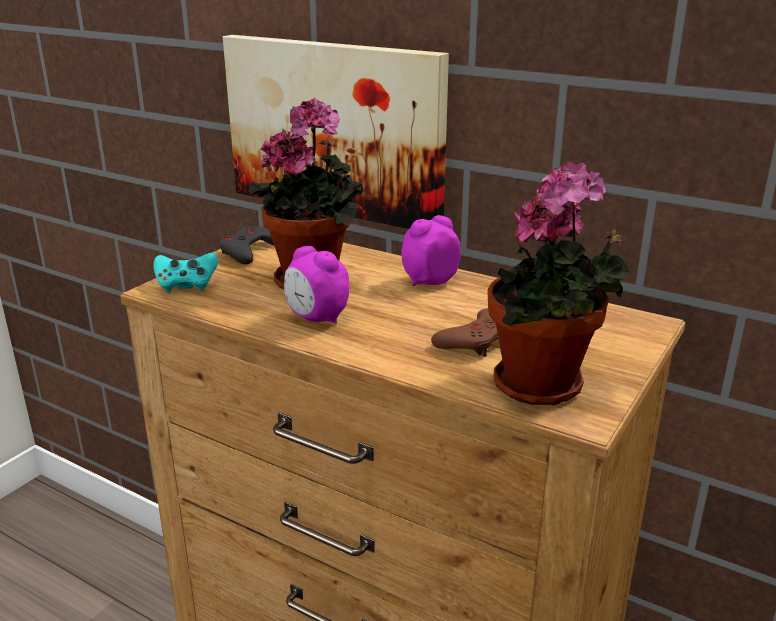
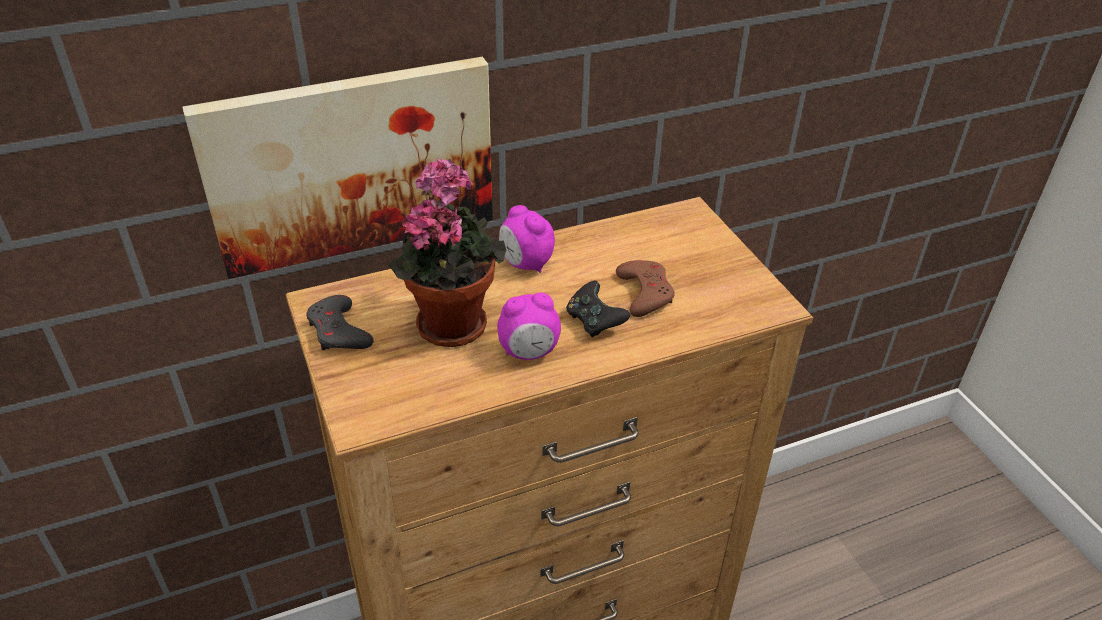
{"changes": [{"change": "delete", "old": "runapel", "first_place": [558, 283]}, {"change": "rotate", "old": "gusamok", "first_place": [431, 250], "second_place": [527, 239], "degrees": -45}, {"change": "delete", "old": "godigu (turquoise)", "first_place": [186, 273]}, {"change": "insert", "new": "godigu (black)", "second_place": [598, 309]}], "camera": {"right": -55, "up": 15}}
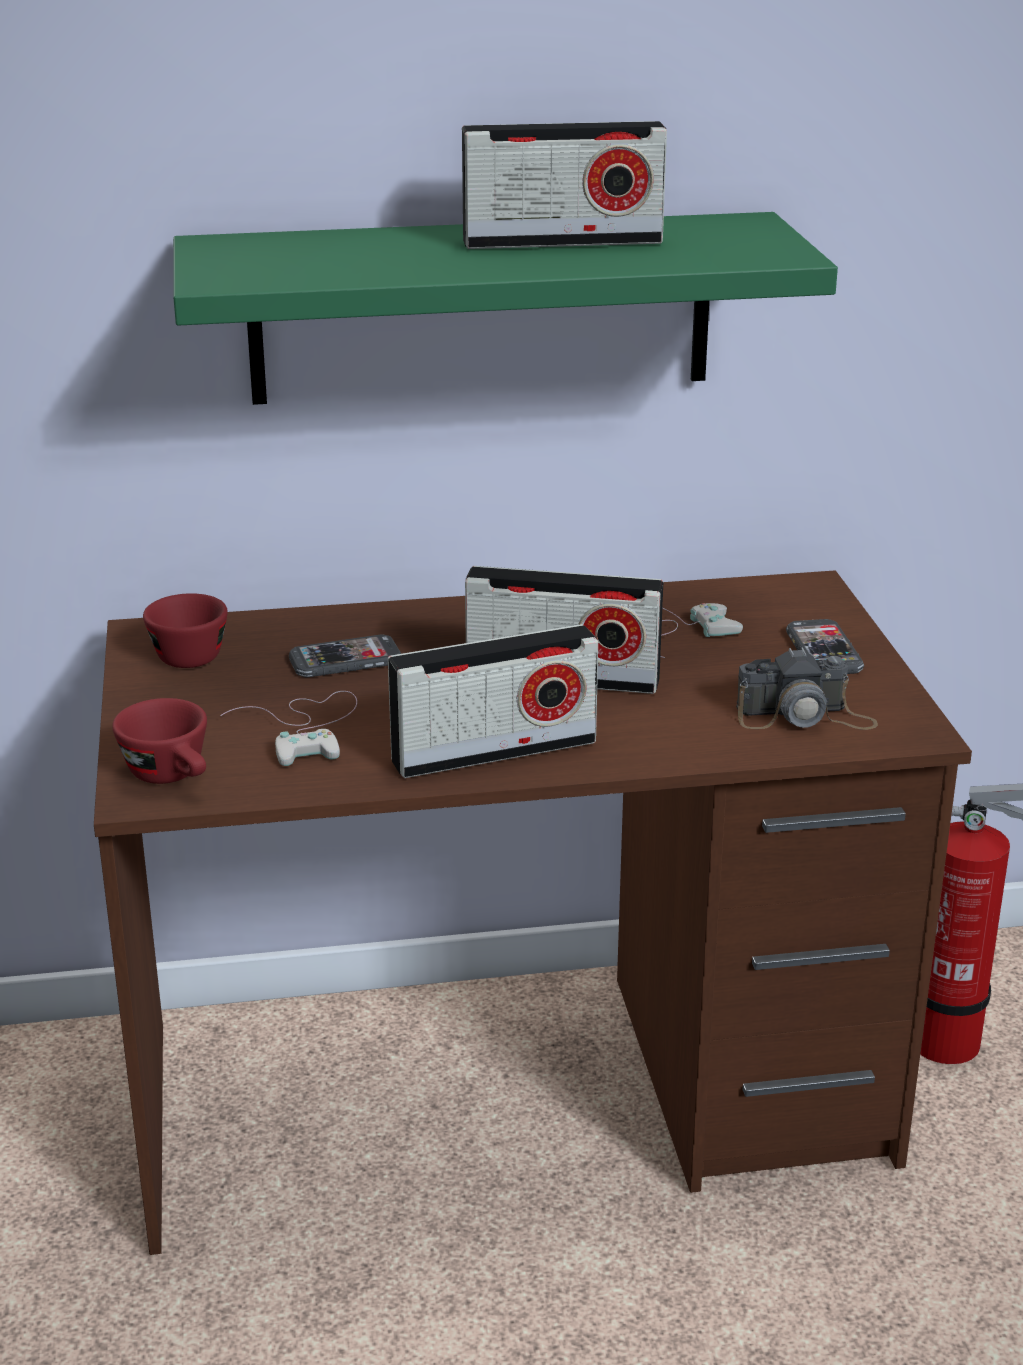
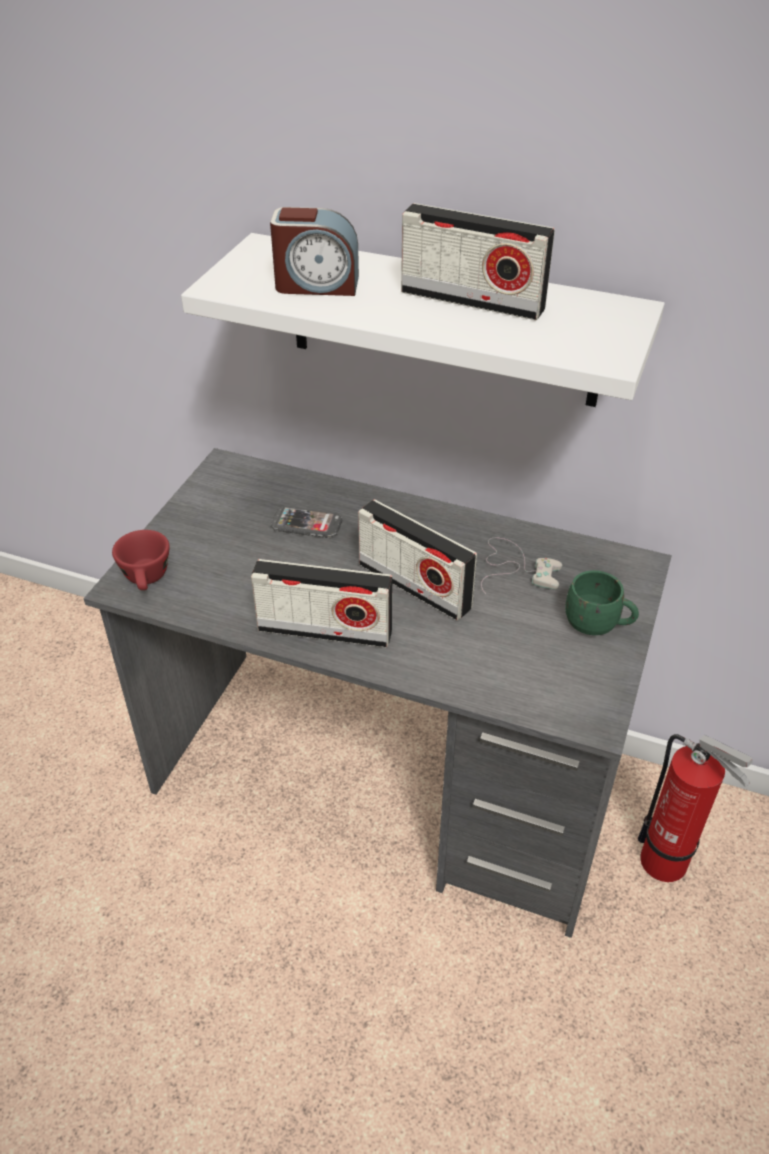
{"changes": [{"change": "recolor", "old": "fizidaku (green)", "new": "fizidaku (white)", "first_place": [505, 308], "second_place": [423, 320]}, {"change": "recolor", "old": "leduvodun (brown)", "new": "leduvodun (grey)", "first_place": [533, 912], "second_place": [378, 693]}, {"change": "delete", "old": "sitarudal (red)", "first_place": [185, 630]}, {"change": "replace", "old": "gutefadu", "new": "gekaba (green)", "first_place": [825, 646], "second_place": [602, 602]}, {"change": "delete", "old": "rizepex", "first_place": [807, 688]}, {"change": "delete", "old": "godigu (white)", "first_place": [288, 728]}, {"change": "insert", "new": "gusamok", "second_place": [314, 251]}], "camera": {"right": 30, "up": 15}}
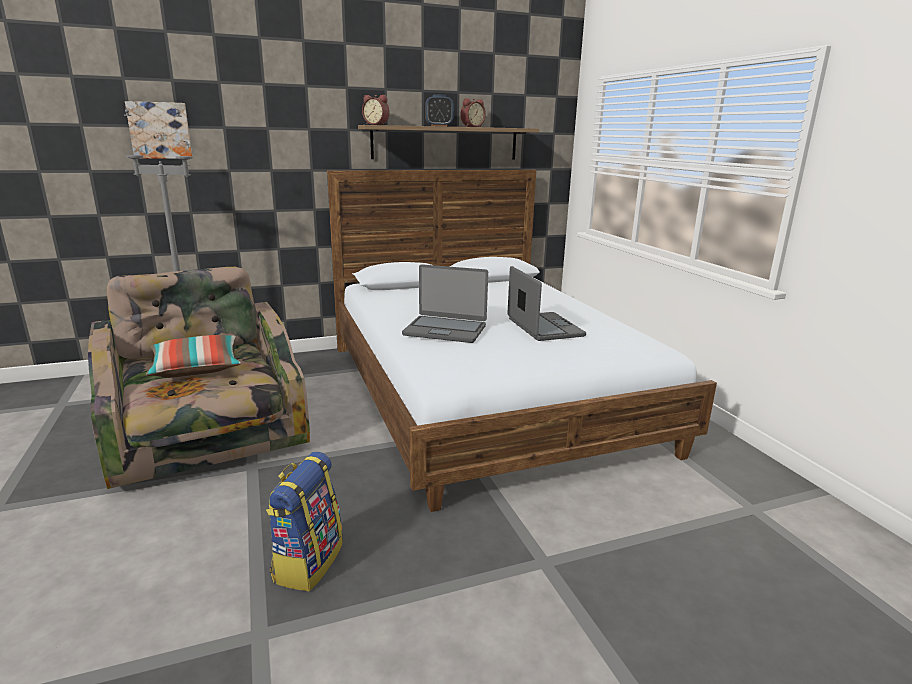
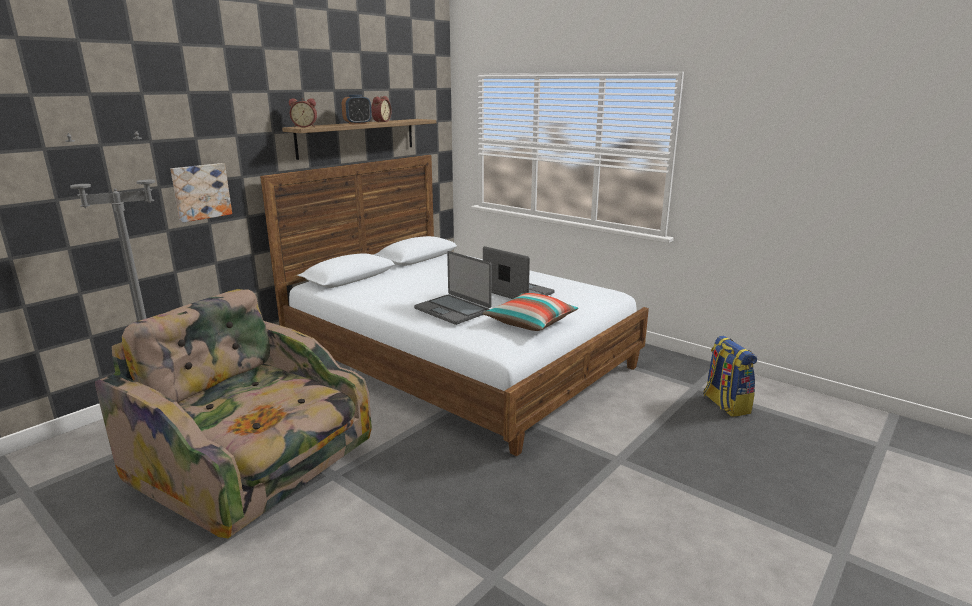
{"changes": [{"change": "move", "old": "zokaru", "first_place": [158, 130], "second_place": [201, 193]}, {"change": "rotate", "old": "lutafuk", "first_place": [445, 303], "second_place": [453, 288], "degrees": 60}, {"change": "move", "old": "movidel", "first_place": [193, 356], "second_place": [530, 312]}, {"change": "move", "old": "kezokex", "first_place": [304, 522], "second_place": [730, 376]}], "camera": {"right": -30, "up": 0}}
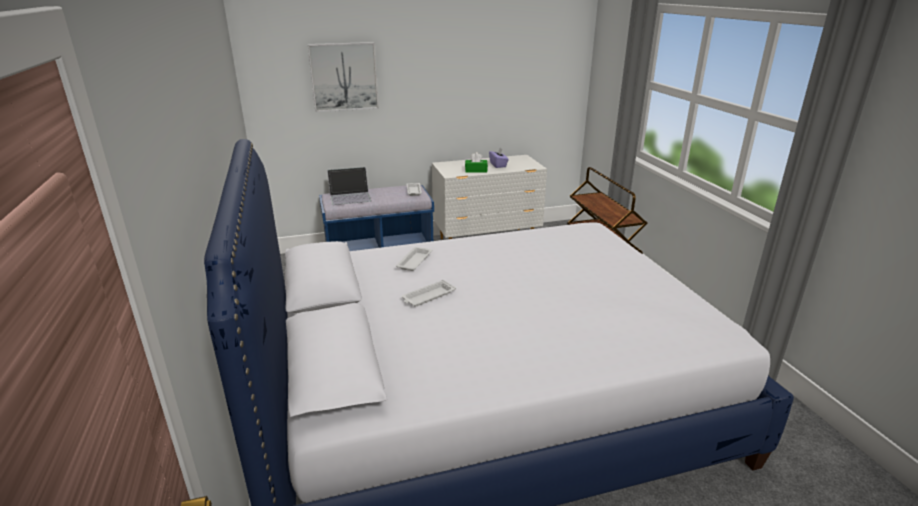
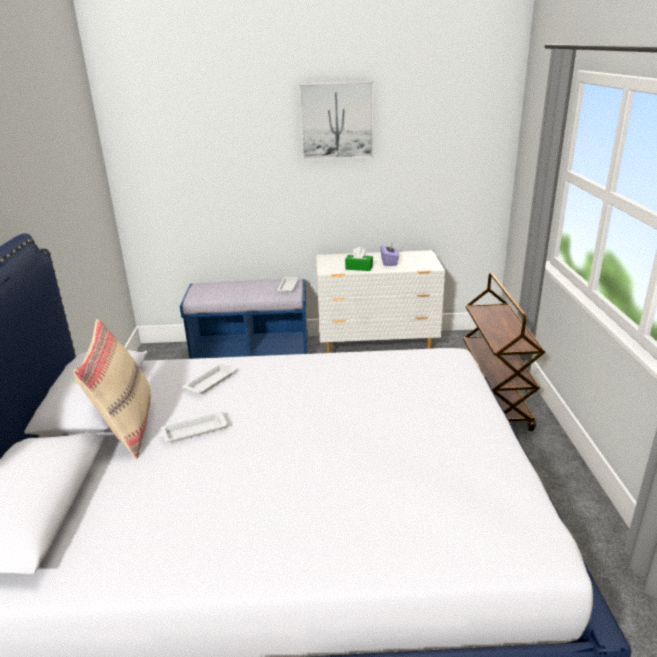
{"changes": [{"change": "move", "old": "zokaru", "first_place": [343, 77], "second_place": [336, 120]}, {"change": "delete", "old": "lutafuk", "first_place": [349, 186]}, {"change": "insert", "new": "movidel (beige)", "second_place": [112, 388]}], "camera": {"right": 15, "up": 0}}
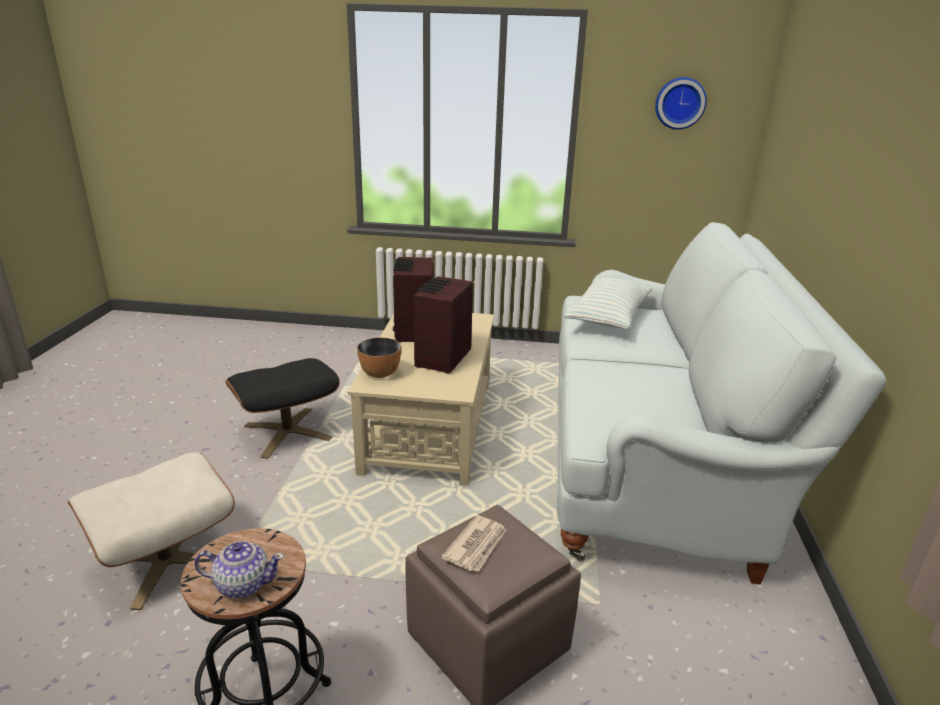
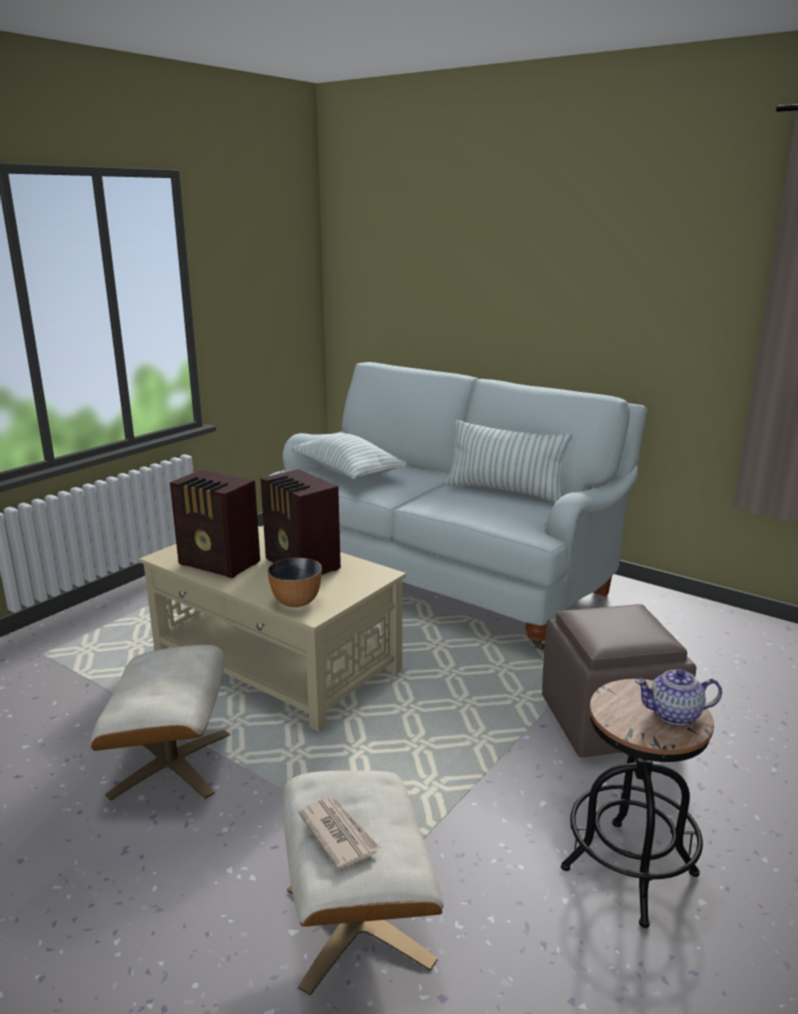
{"changes": [{"change": "delete", "old": "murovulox", "first_place": [681, 103]}, {"change": "recolor", "old": "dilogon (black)", "new": "dilogon (beige)", "first_place": [282, 408], "second_place": [160, 723]}, {"change": "move", "old": "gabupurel", "first_place": [473, 543], "second_place": [339, 833]}, {"change": "rotate", "old": "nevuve", "first_place": [239, 569], "second_place": [678, 697], "degrees": -120}, {"change": "insert", "new": "movidel", "second_place": [509, 461]}], "camera": {"right": -60, "up": -5}}
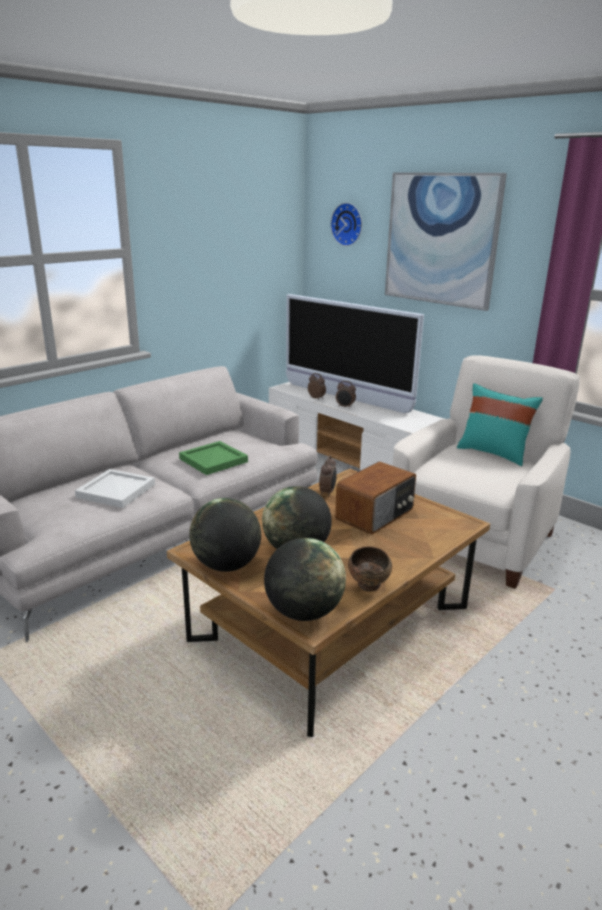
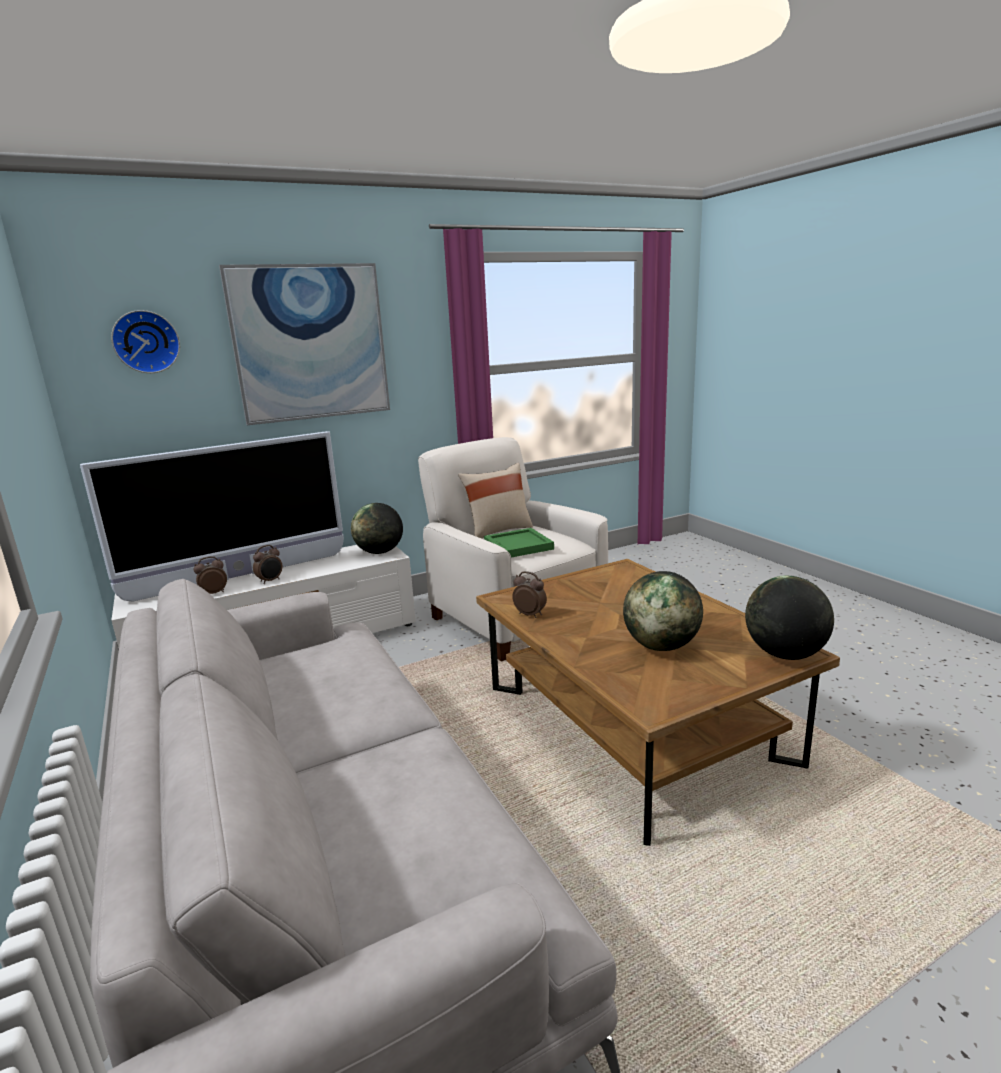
{"changes": [{"change": "recolor", "old": "movidel (turquoise)", "new": "movidel (beige)", "first_place": [500, 424], "second_place": [495, 501]}, {"change": "move", "old": "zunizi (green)", "first_place": [213, 458], "second_place": [519, 543]}, {"change": "delete", "old": "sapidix", "first_place": [375, 498]}, {"change": "delete", "old": "zunizi (white)", "first_place": [115, 488]}, {"change": "move", "old": "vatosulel", "first_place": [225, 535], "second_place": [377, 528]}, {"change": "delete", "old": "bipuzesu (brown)", "first_place": [370, 569]}], "camera": {"right": -70, "up": -5}}
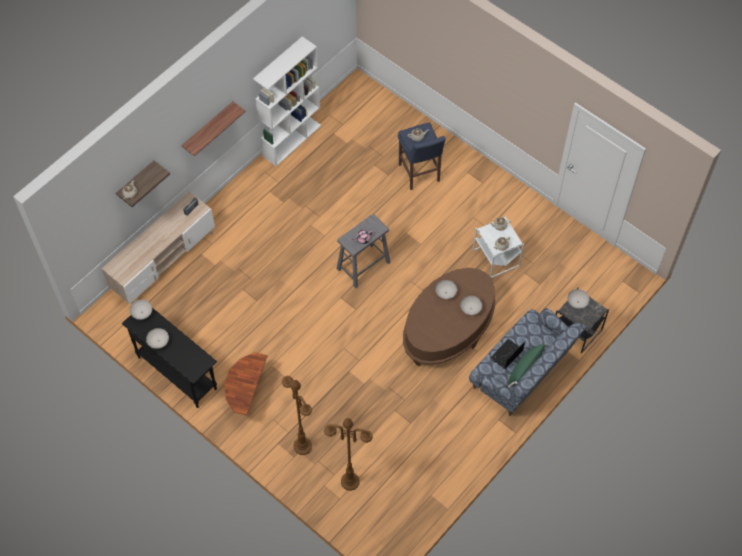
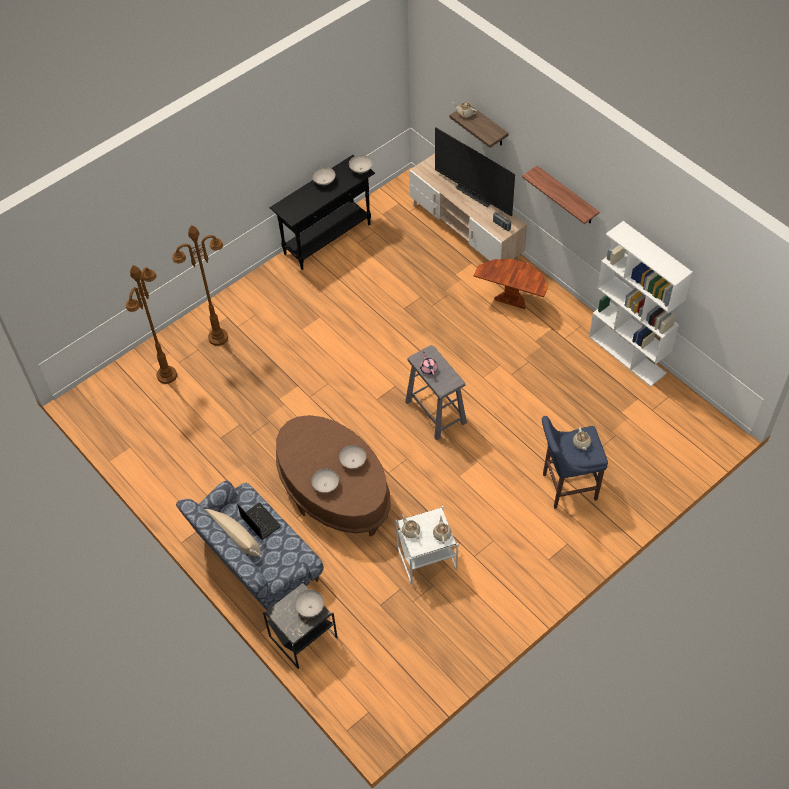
{"changes": [{"change": "recolor", "old": "movidel (green)", "new": "movidel (beige)", "first_place": [527, 365], "second_place": [233, 533]}, {"change": "move", "old": "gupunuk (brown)", "first_place": [245, 383], "second_place": [510, 284]}, {"change": "insert", "new": "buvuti", "second_place": [475, 171]}], "camera": {"right": 100, "up": -5}}
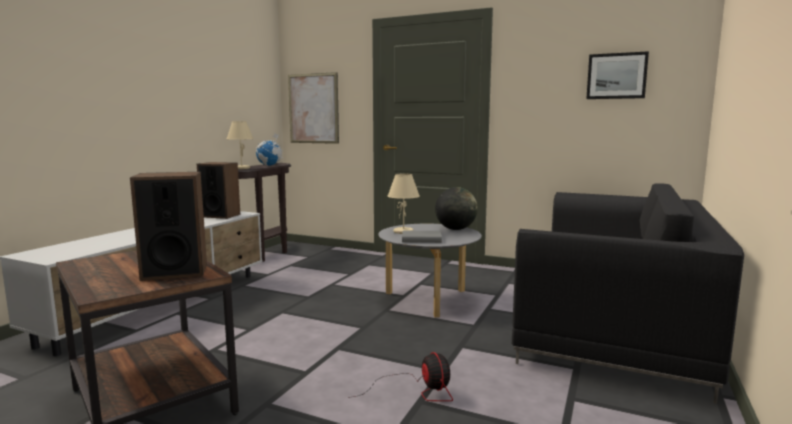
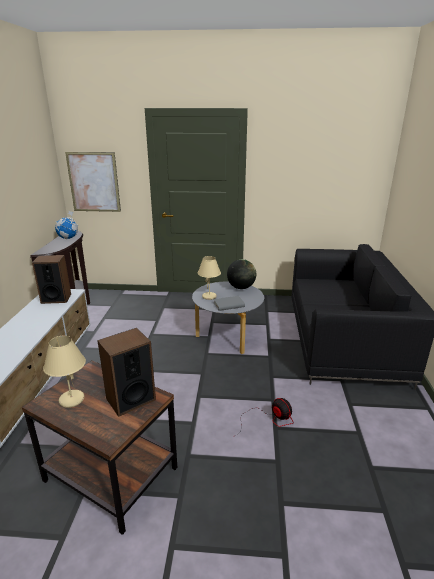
{"changes": [{"change": "delete", "old": "zokaru", "first_place": [617, 75]}, {"change": "move", "old": "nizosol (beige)", "first_place": [240, 145], "second_place": [64, 371]}], "camera": {"right": -20, "up": 15}}
